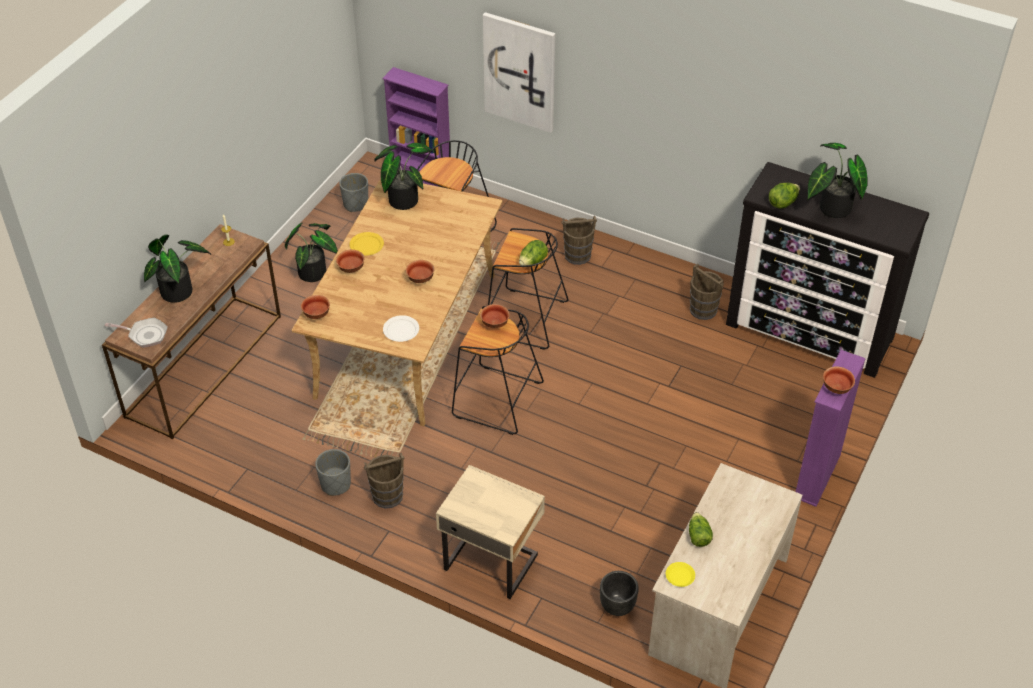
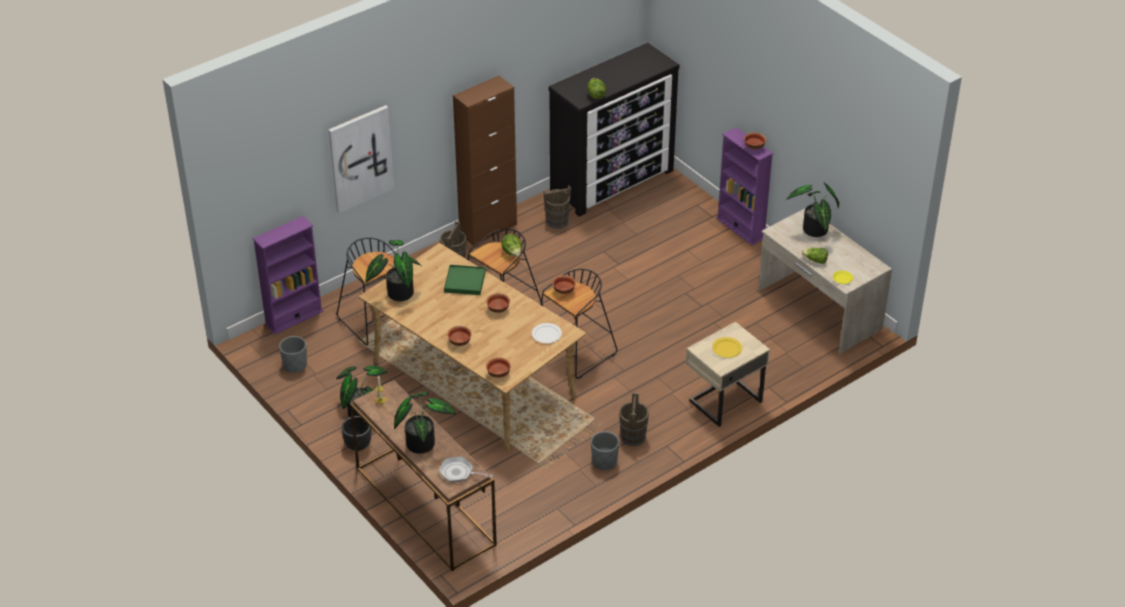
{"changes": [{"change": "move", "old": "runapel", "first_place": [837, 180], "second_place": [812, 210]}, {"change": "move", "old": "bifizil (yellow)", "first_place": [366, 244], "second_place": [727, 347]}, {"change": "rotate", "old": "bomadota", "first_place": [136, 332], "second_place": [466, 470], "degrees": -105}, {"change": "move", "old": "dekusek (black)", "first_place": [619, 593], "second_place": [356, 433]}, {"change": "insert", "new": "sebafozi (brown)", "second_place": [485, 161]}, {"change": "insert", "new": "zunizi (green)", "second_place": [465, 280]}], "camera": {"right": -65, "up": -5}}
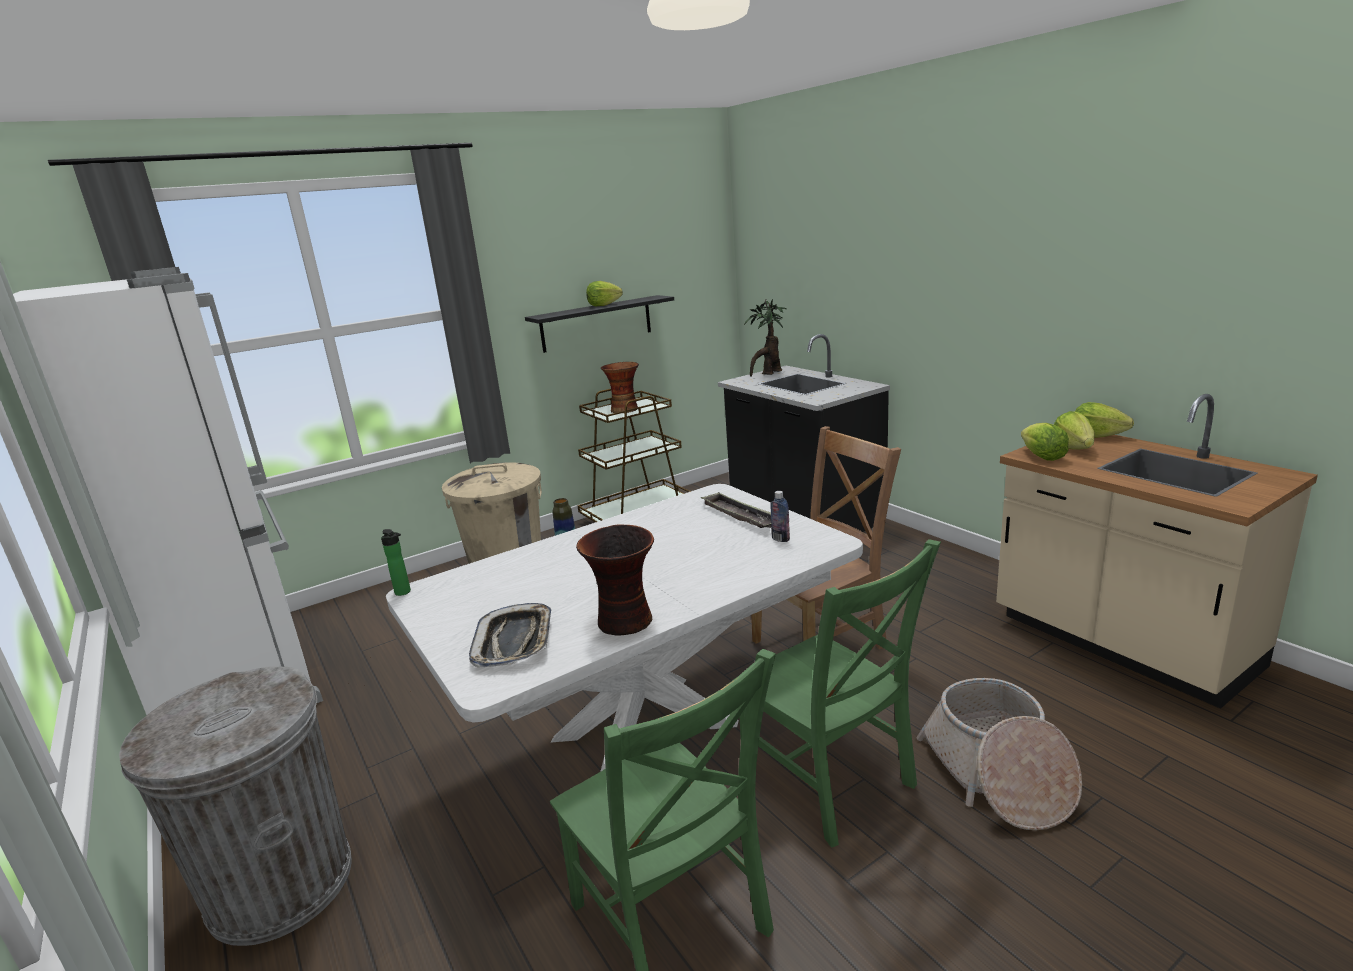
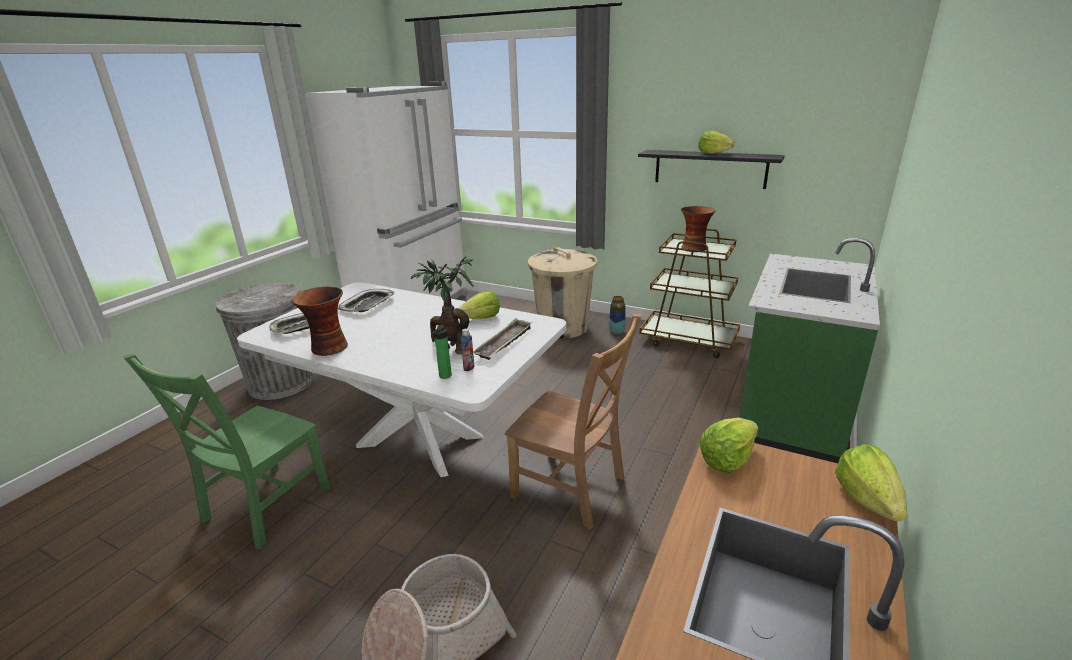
{"changes": [{"change": "move", "old": "runapel", "first_place": [765, 338], "second_place": [442, 305]}, {"change": "recolor", "old": "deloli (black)", "new": "deloli (green)", "first_place": [804, 433], "second_place": [810, 350]}, {"change": "move", "old": "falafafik", "first_place": [1074, 430], "second_place": [479, 305]}, {"change": "move", "old": "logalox", "first_place": [396, 562], "second_place": [442, 352]}, {"change": "delete", "old": "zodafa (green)", "first_place": [838, 693]}, {"change": "insert", "new": "zunizi", "second_place": [366, 300]}], "camera": {"right": 60, "up": 5}}
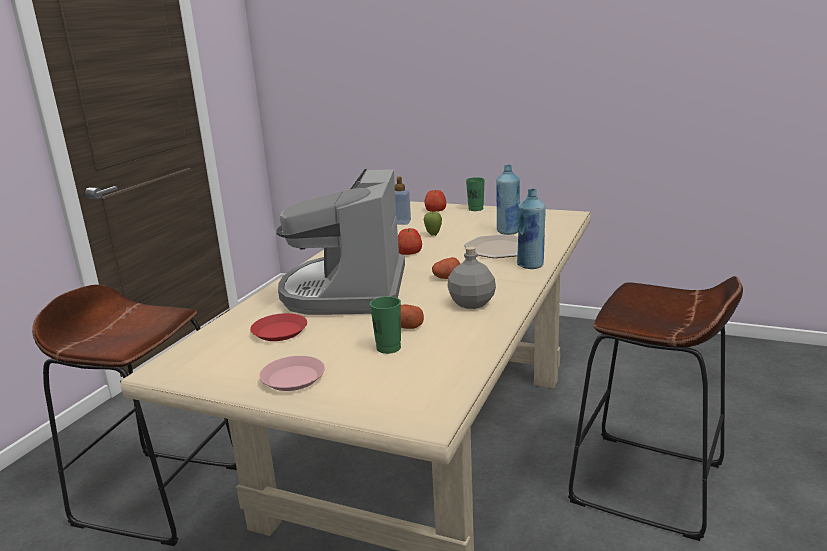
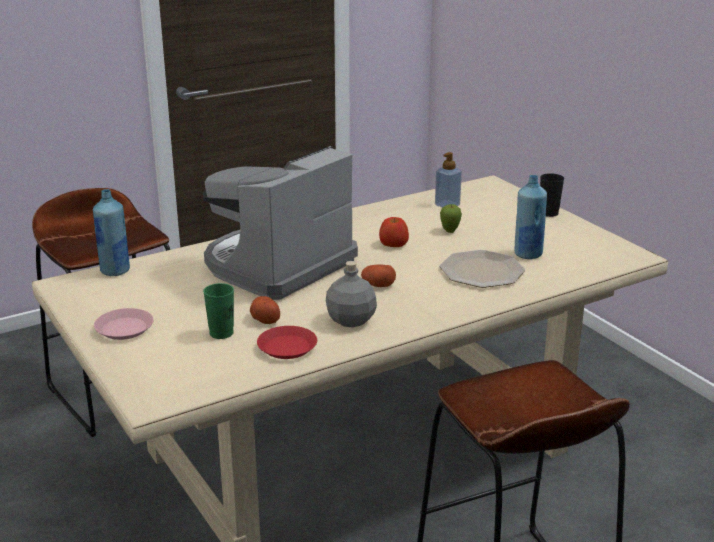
{"changes": [{"change": "recolor", "old": "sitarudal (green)", "new": "sitarudal (black)", "first_place": [475, 194], "second_place": [552, 195]}, {"change": "move", "old": "logalox (blue)", "first_place": [531, 228], "second_place": [111, 232]}, {"change": "delete", "old": "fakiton", "first_place": [435, 201]}, {"change": "move", "old": "bifizil (red)", "first_place": [278, 327], "second_place": [287, 342]}], "camera": {"right": 35, "up": 5}}
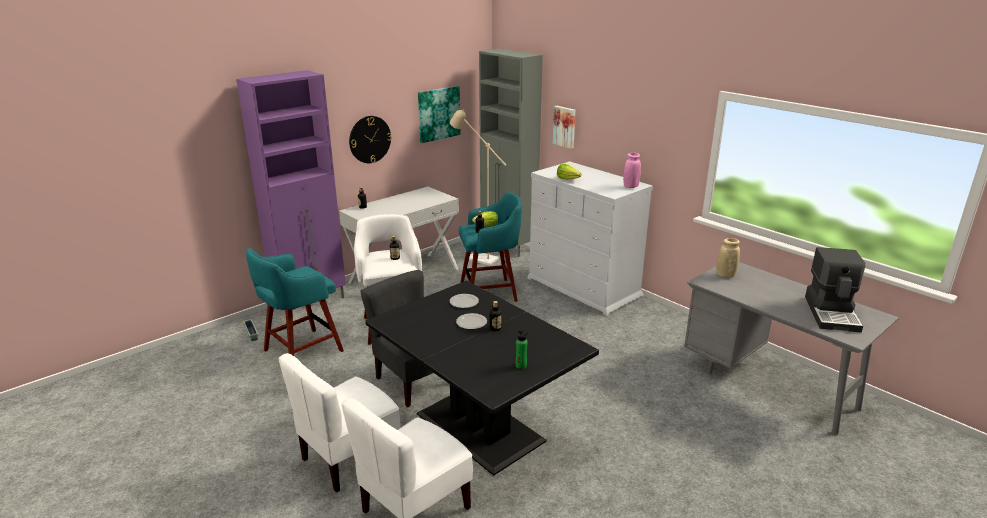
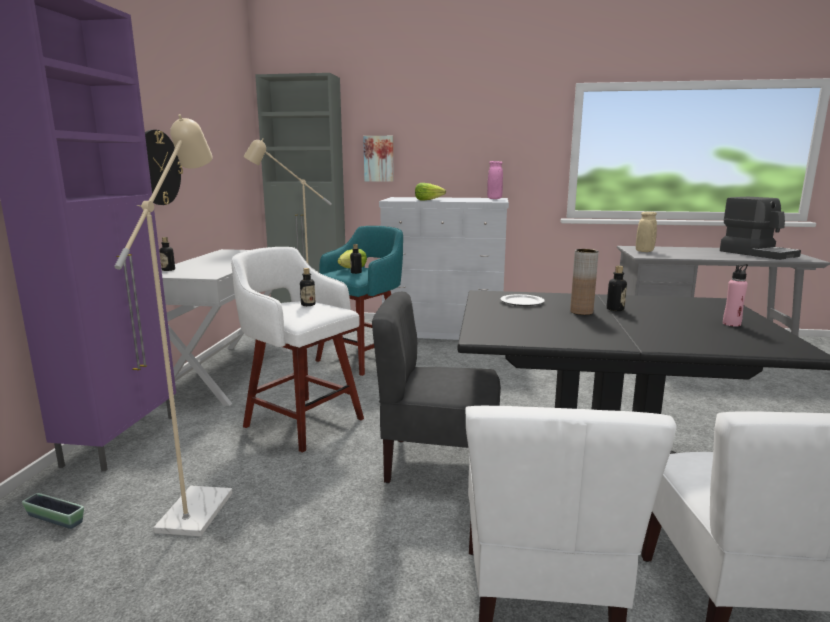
{"changes": [{"change": "delete", "old": "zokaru", "first_place": [439, 114]}, {"change": "replace", "old": "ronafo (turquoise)", "new": "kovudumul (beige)", "first_place": [295, 302], "second_place": [173, 325]}, {"change": "replace", "old": "bifizil", "new": "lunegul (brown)", "first_place": [471, 321], "second_place": [584, 282]}, {"change": "recolor", "old": "logalox (green)", "new": "logalox (pink)", "first_place": [522, 349], "second_place": [735, 295]}], "camera": {"right": -40, "up": -10}}
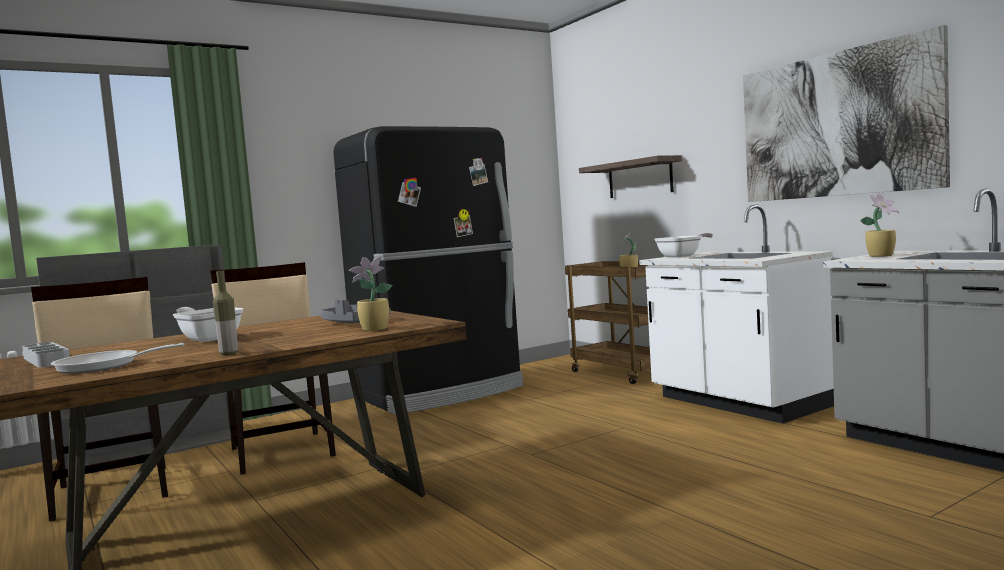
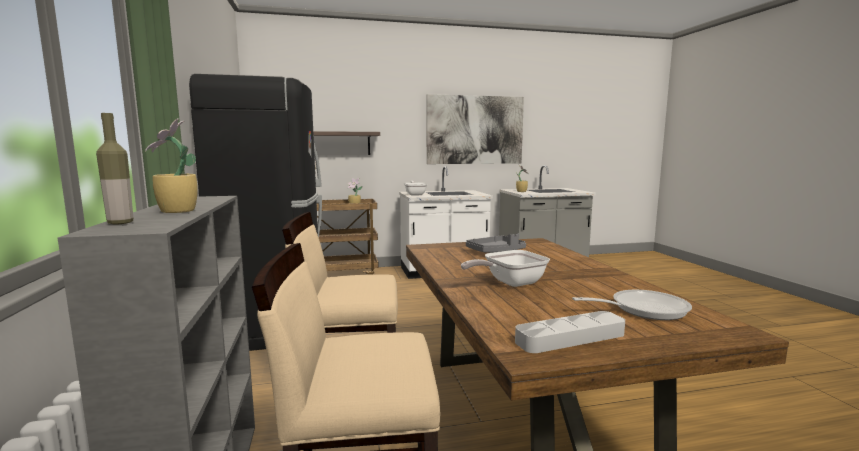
{"changes": [{"change": "move", "old": "runapel", "first_place": [371, 293], "second_place": [171, 165]}, {"change": "move", "old": "logalox", "first_place": [225, 313], "second_place": [114, 168]}, {"change": "rotate", "old": "bomadota", "first_place": [117, 358], "second_place": [632, 305], "degrees": -120}], "camera": {"right": -70, "up": 5}}
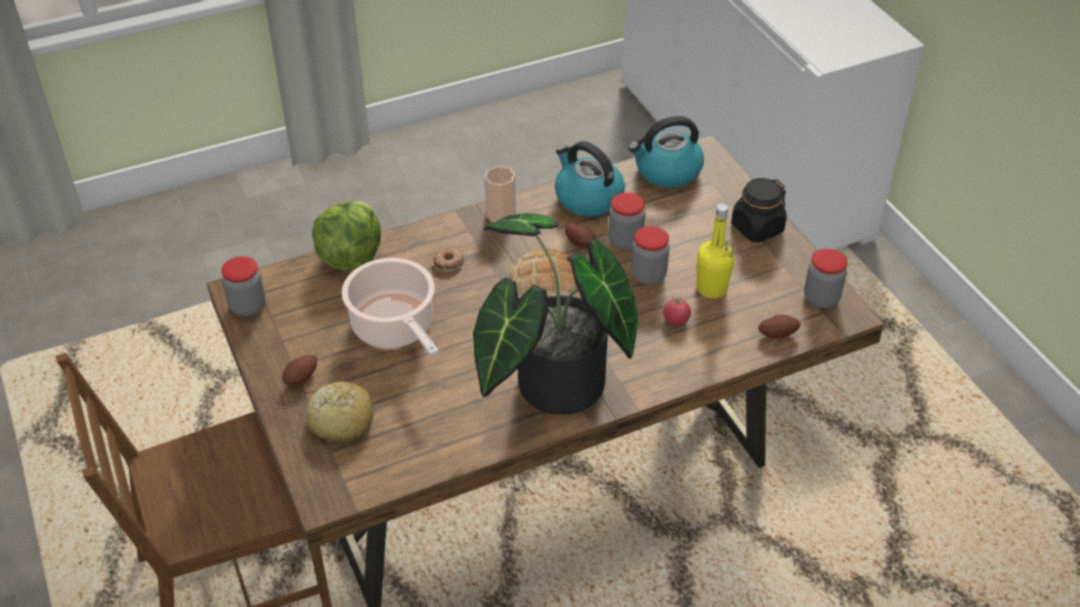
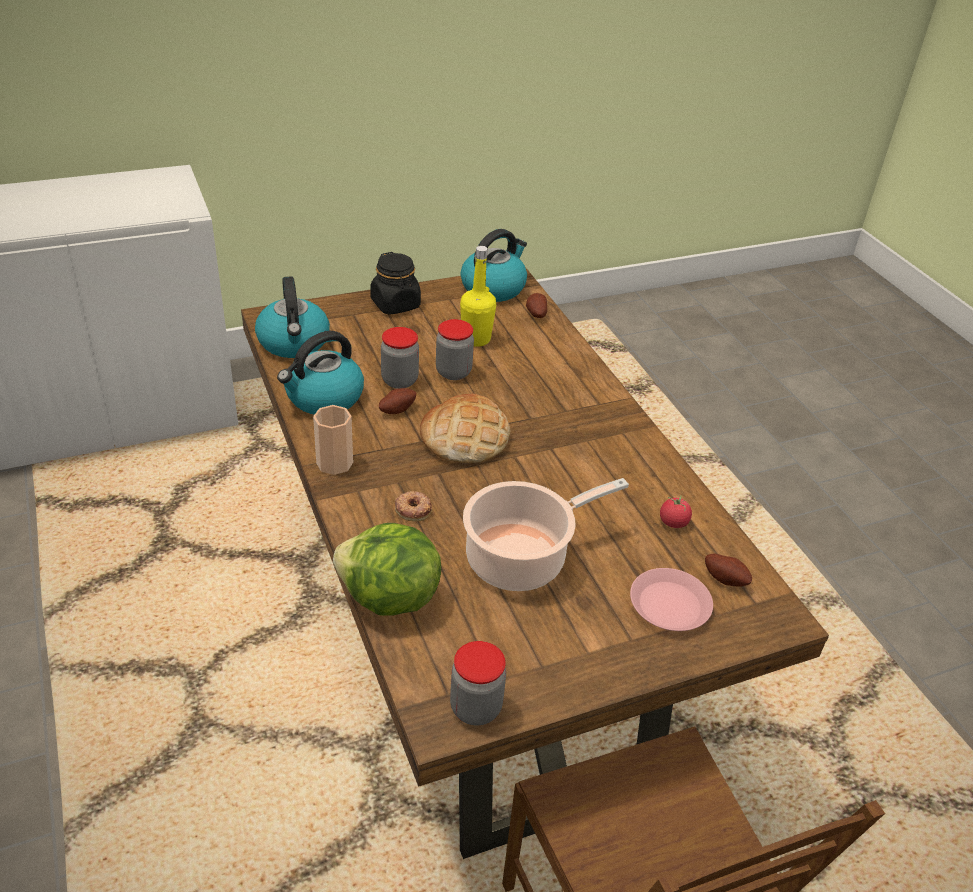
{"changes": [{"change": "delete", "old": "runapel", "first_place": [555, 314]}, {"change": "replace", "old": "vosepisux", "new": "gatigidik", "first_place": [826, 278], "second_place": [493, 265]}, {"change": "move", "old": "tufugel", "first_place": [677, 310], "second_place": [676, 511]}, {"change": "move", "old": "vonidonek", "first_place": [299, 370], "second_place": [728, 570]}, {"change": "replace", "old": "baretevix", "new": "bifizil (pink)", "first_place": [339, 411], "second_place": [671, 599]}], "camera": {"right": -90, "up": -5}}
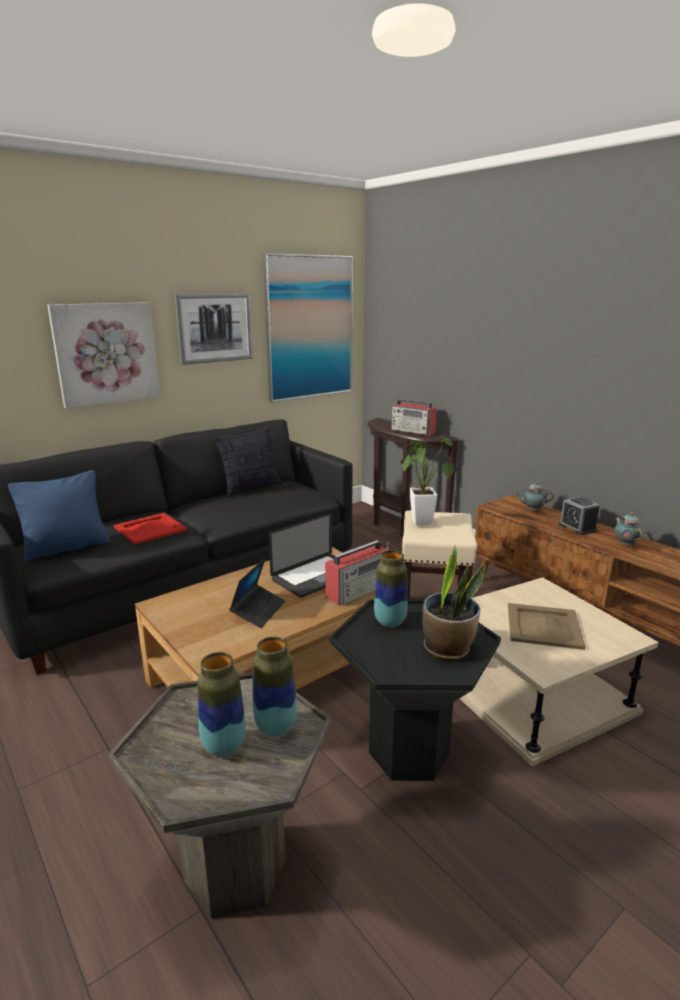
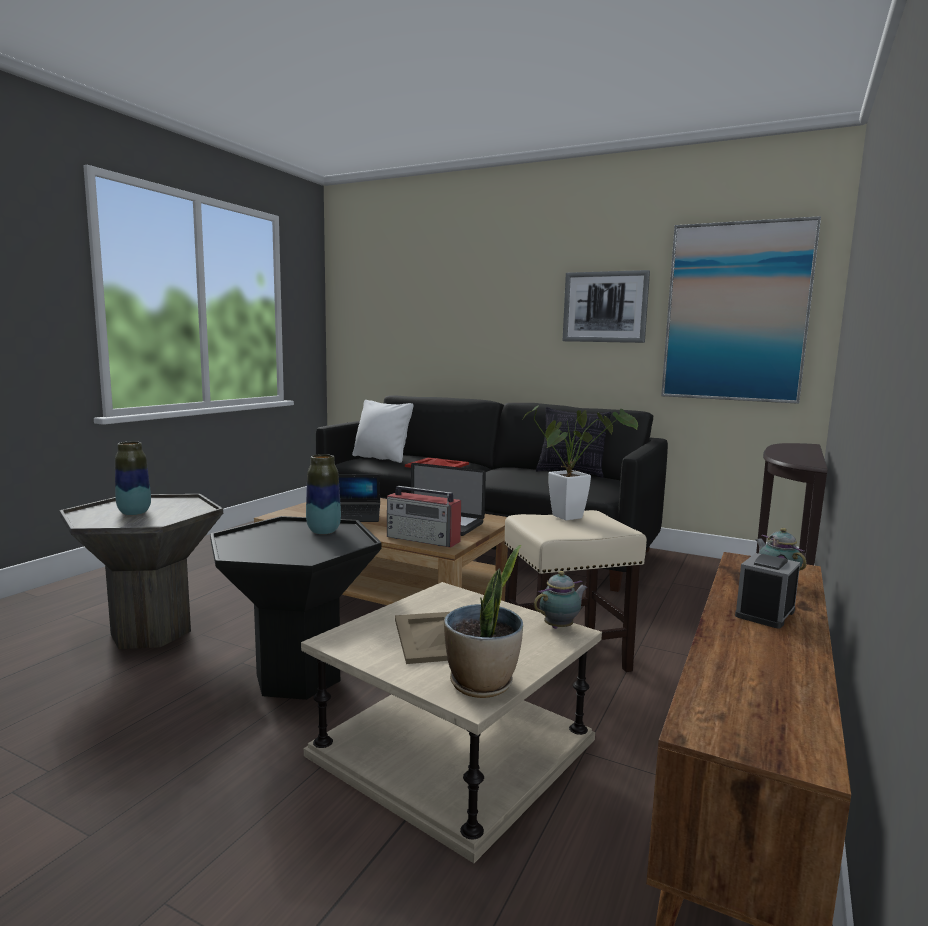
{"changes": [{"change": "delete", "old": "zokaru", "first_place": [103, 355]}, {"change": "delete", "old": "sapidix", "first_place": [414, 417]}, {"change": "recolor", "old": "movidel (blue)", "new": "movidel (white)", "first_place": [59, 515], "second_place": [382, 431]}, {"change": "move", "old": "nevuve", "first_place": [628, 529], "second_place": [561, 600]}, {"change": "move", "old": "runapel", "first_place": [454, 603], "second_place": [483, 621]}, {"change": "delete", "old": "lunegul", "first_place": [275, 686]}], "camera": {"right": 65, "up": -10}}
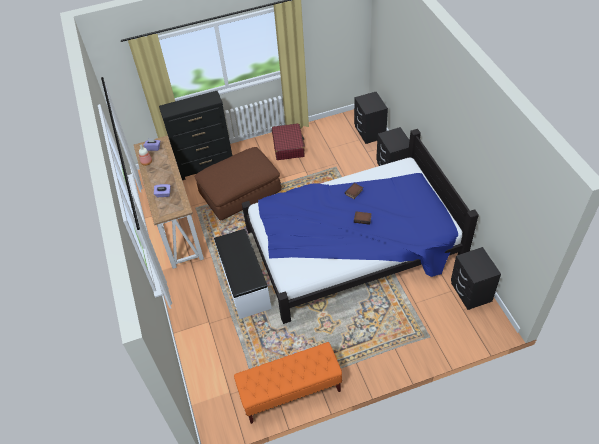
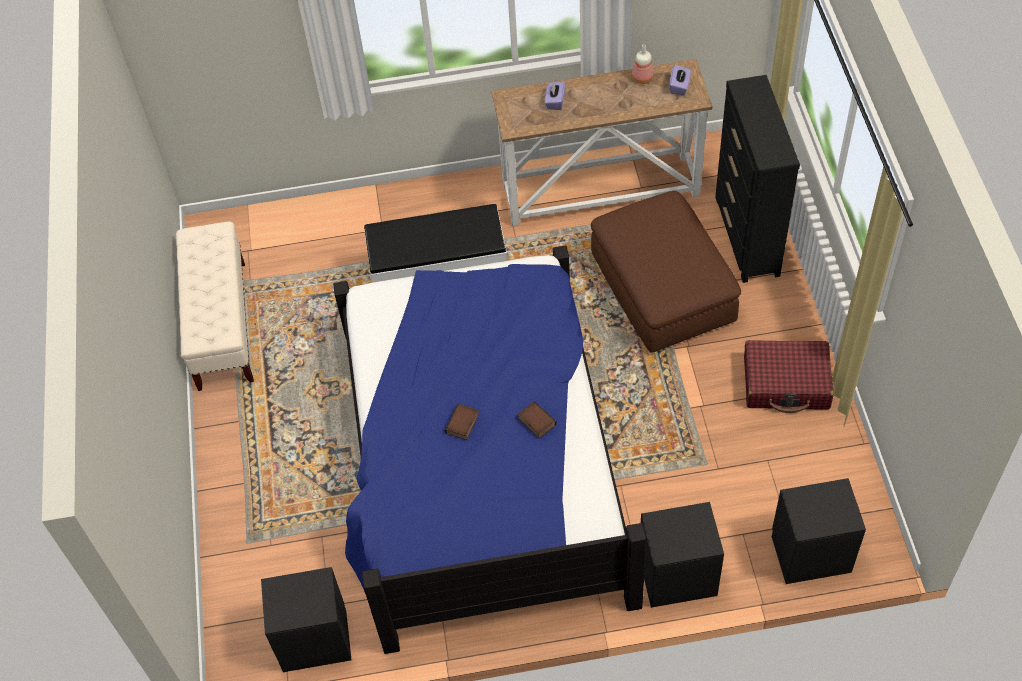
{"changes": [{"change": "recolor", "old": "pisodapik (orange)", "new": "pisodapik (beige)", "first_place": [288, 383], "second_place": [215, 306]}], "camera": {"right": 100, "up": 5}}
